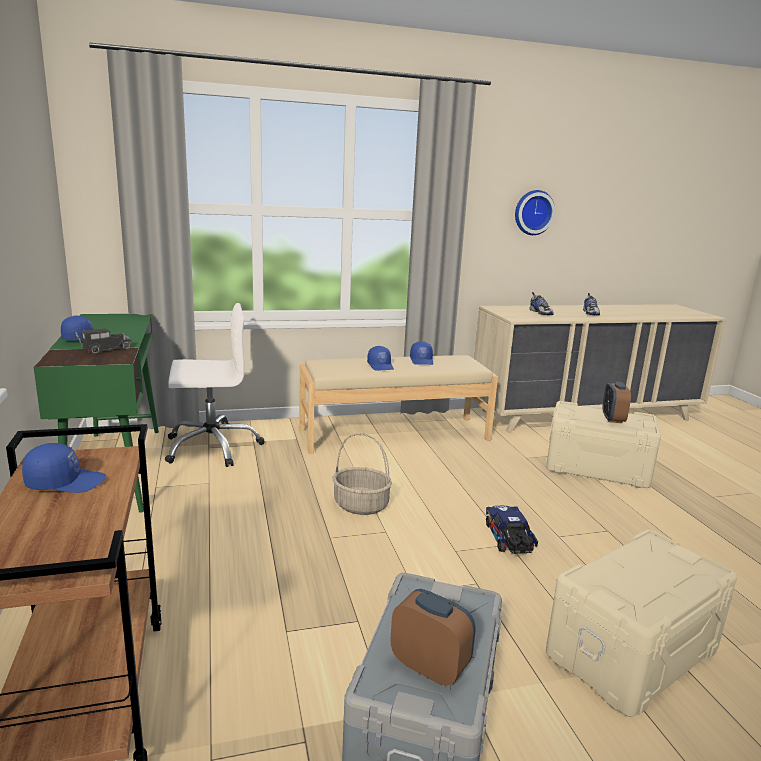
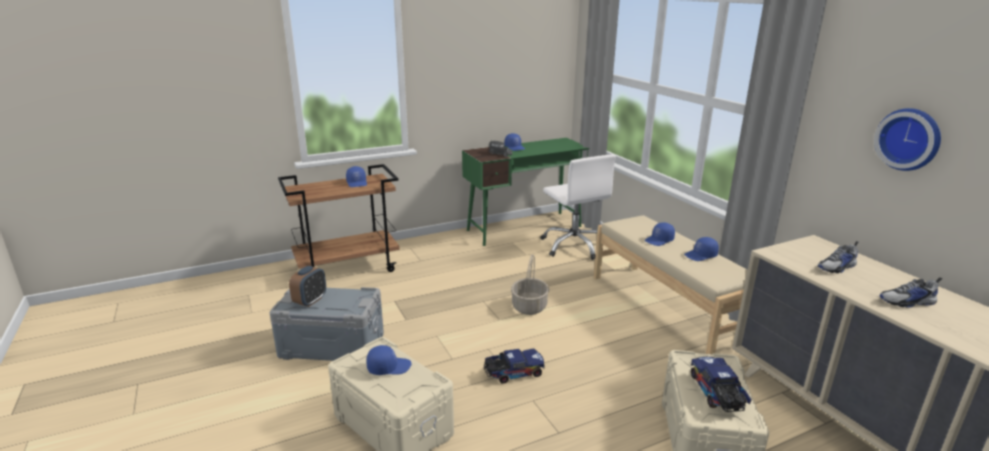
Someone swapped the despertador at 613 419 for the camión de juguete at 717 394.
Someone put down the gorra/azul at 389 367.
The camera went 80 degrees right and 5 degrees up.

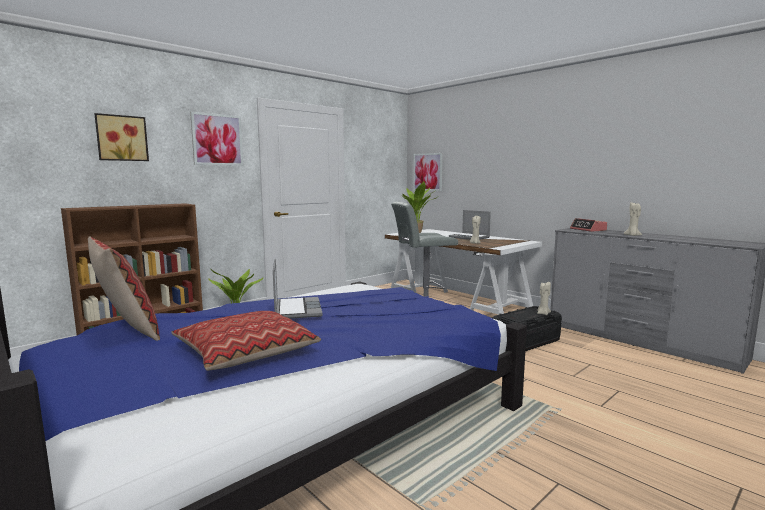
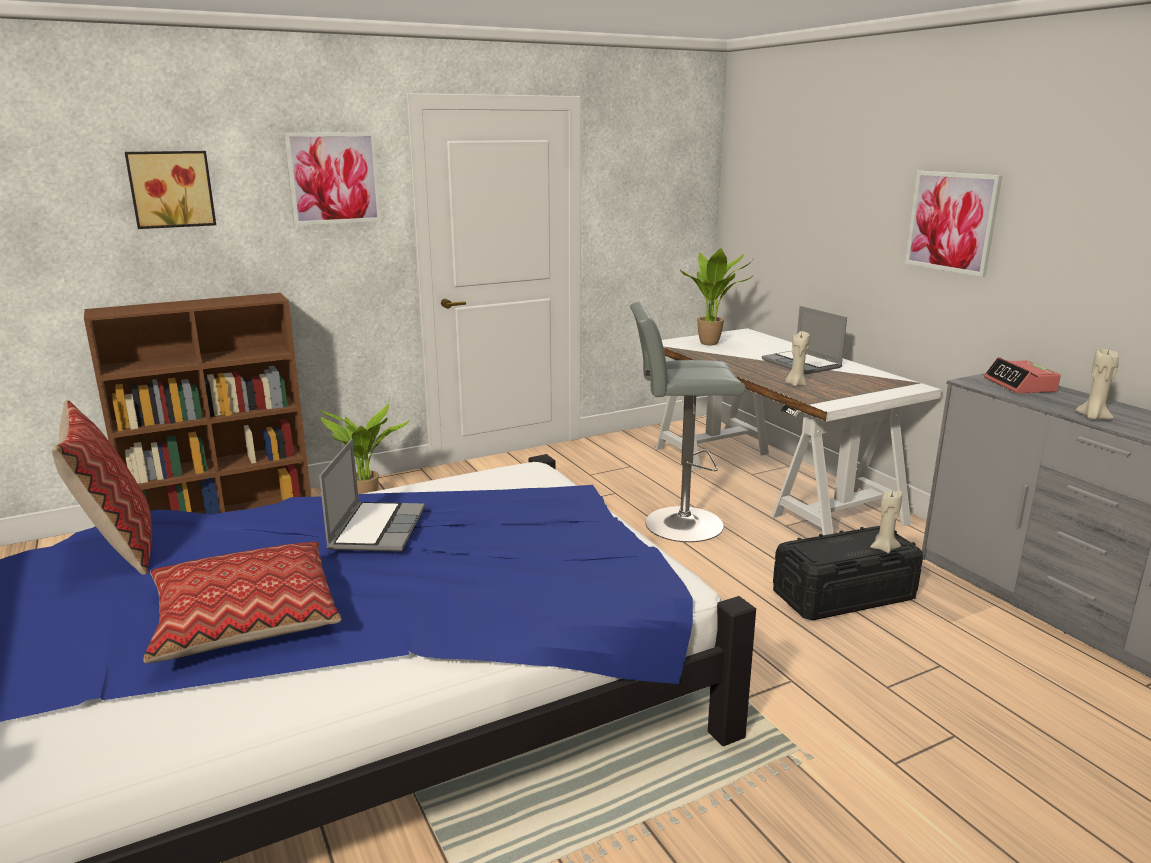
Someone carried the cuadro from 428 172 to 952 222.
The camera went 15 degrees right and 10 degrees up.

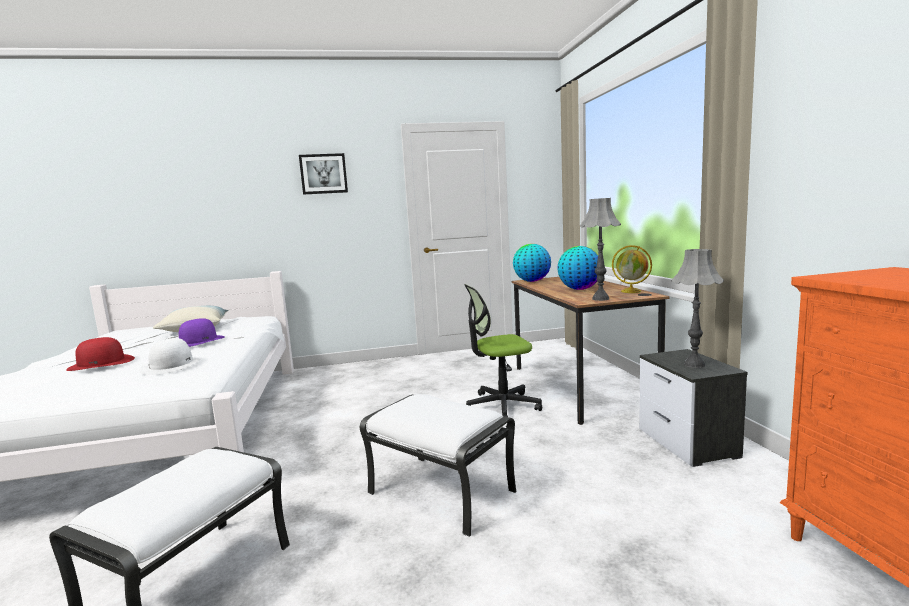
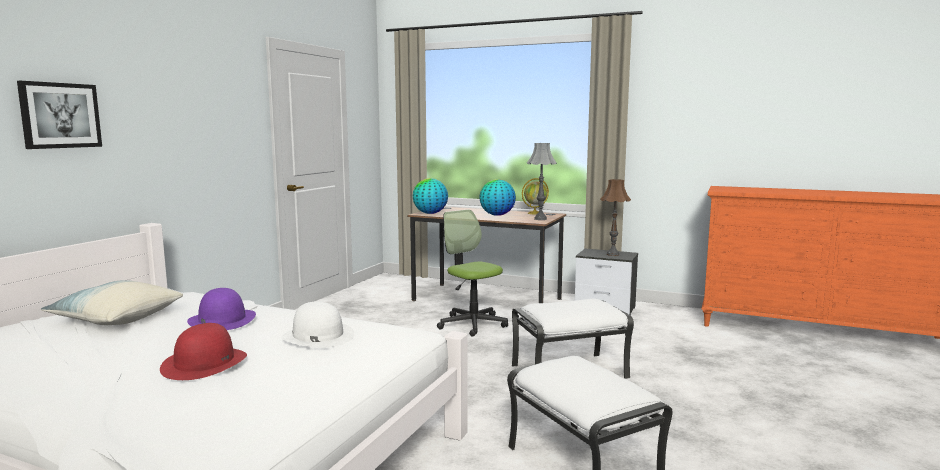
Someone carried the cuadro from 323 174 to 60 115.
Someone repainted the lámpara de mesa/gris at 694 365, which became the lámpara de mesa/marrón at 613 254.
Someone rotated the silla de oficina at 501 406 by 120 degrees clockwise.
The camera went 55 degrees left and 0 degrees up.

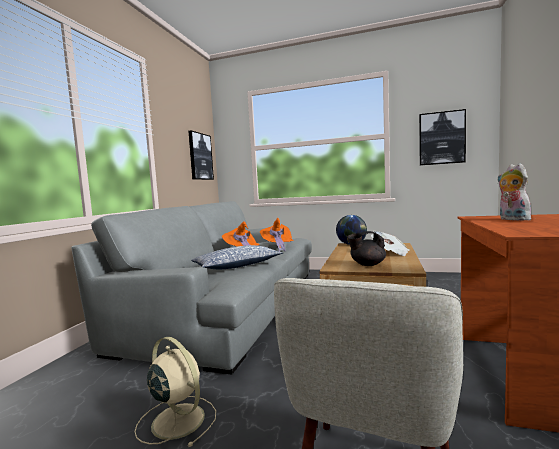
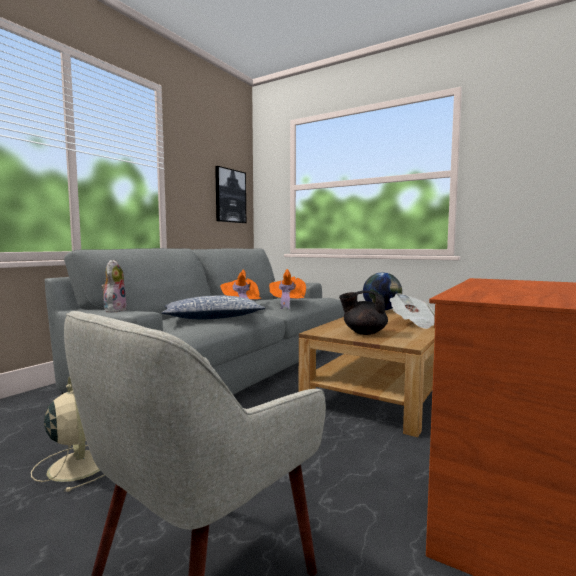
Someone took away the cuadro at 441 138.
Someone carried the peluche from 512 219 to 114 310.
The camera went 15 degrees right and 0 degrees up.

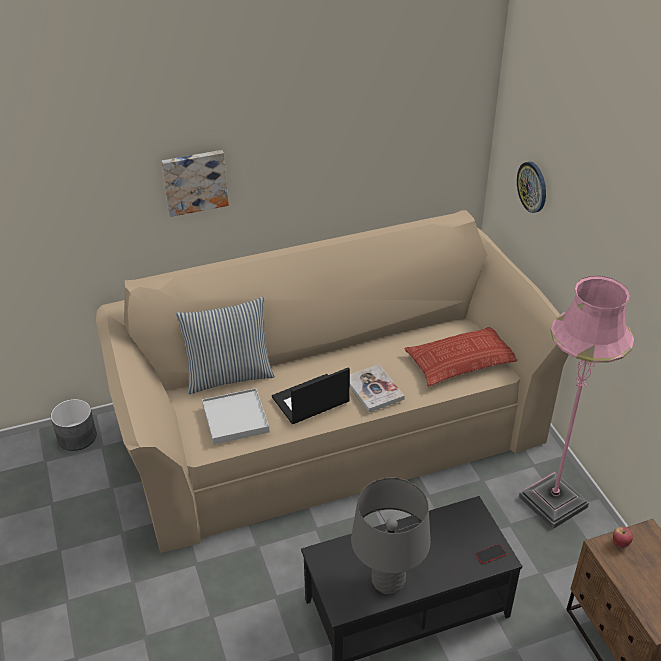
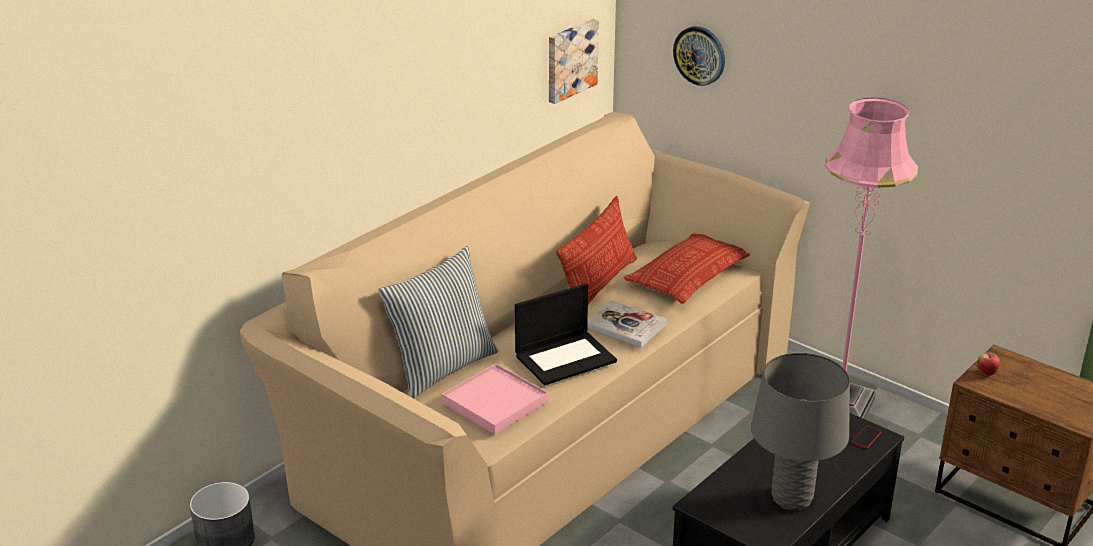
Someone carried the cuadro from 195 181 to 570 60.
Someone rotated the portátil at 310 400 by 150 degrees counterclockwise.
Someone repainted the bandeja/blanco at 235 418, which became the bandeja/rosa at 495 402.
Someone put down the cojín at 598 285.
The camera went 30 degrees left and 10 degrees down.

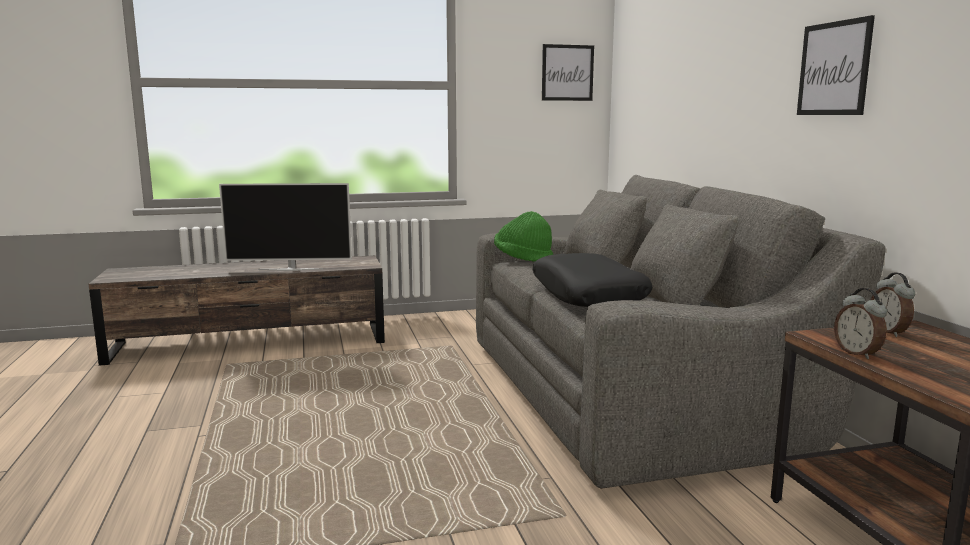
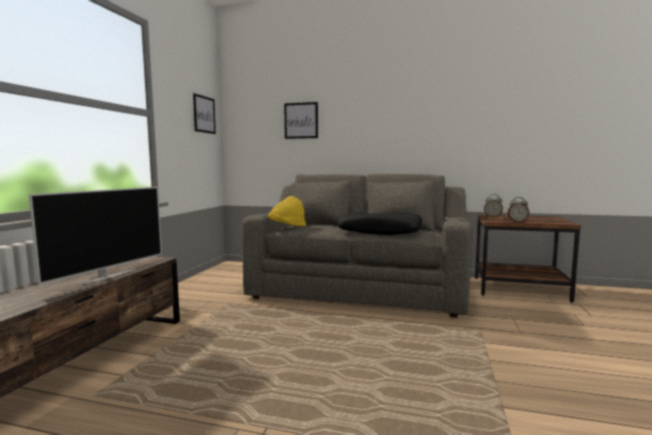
Someone carried the cuadro from 834 68 to 301 120.
Someone repainted the sombrero/verde at 523 258, which became the sombrero/amarillo at 287 227.
The camera went 60 degrees left and 5 degrees down.

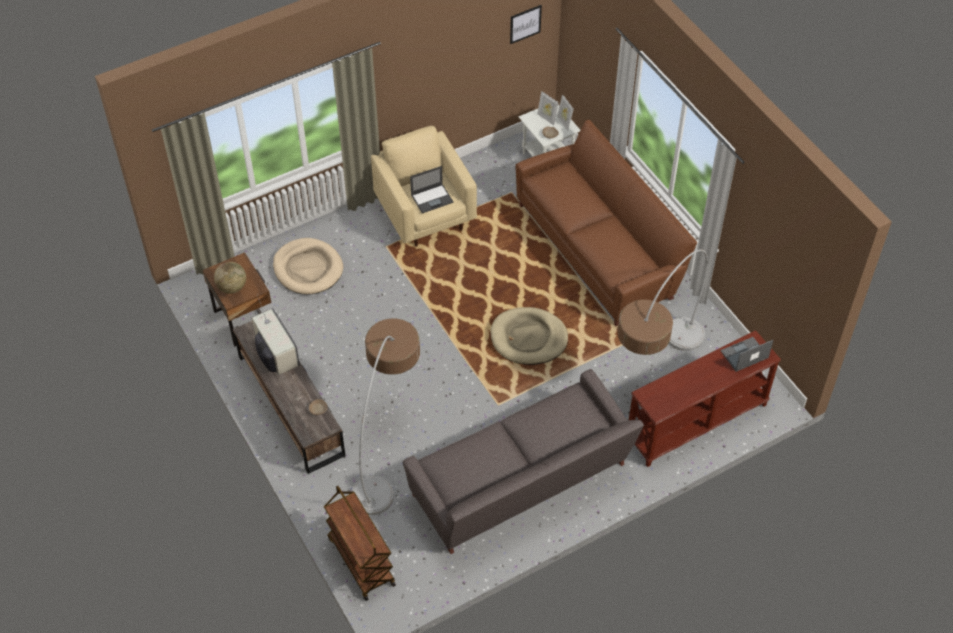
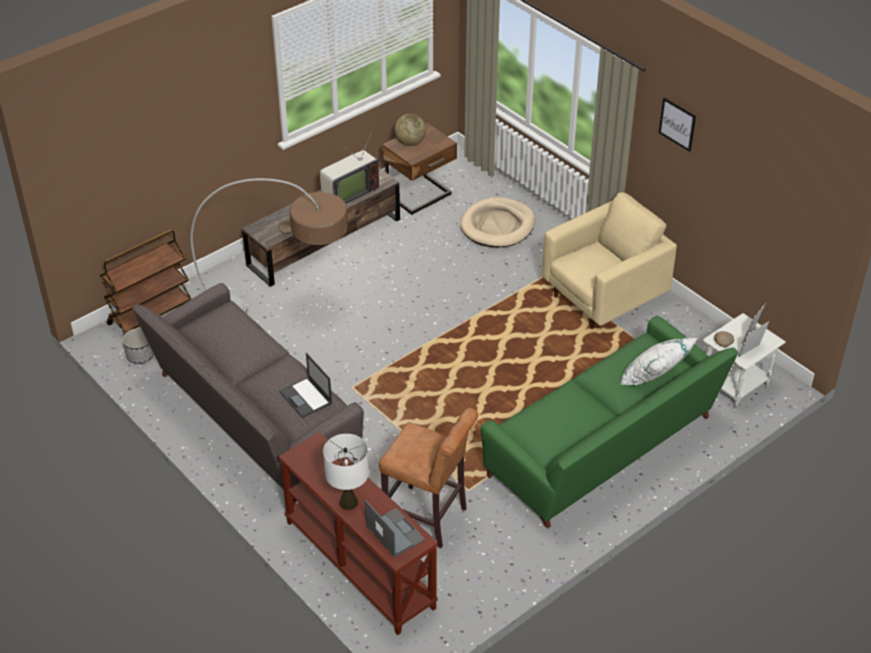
Someone carried the cuadro from 525 24 to 677 124.
Someone repainted the sofá/marrón at 599 249, which became the sofá/verde at 604 449.
Someone carried the portátil from 432 198 to 306 398.
Someone swapped the lámpara de pie at 655 370 for the taburete/marrón at 429 519.
Someone took away the cama para perro/beis at 528 338.
Someone put down the maceta at 140 355.
Someone put down the cojín/blanco at 654 379.
Someone put down the lámpara de mesa/blanco at 348 502.
The camera went 80 degrees right and 10 degrees down.

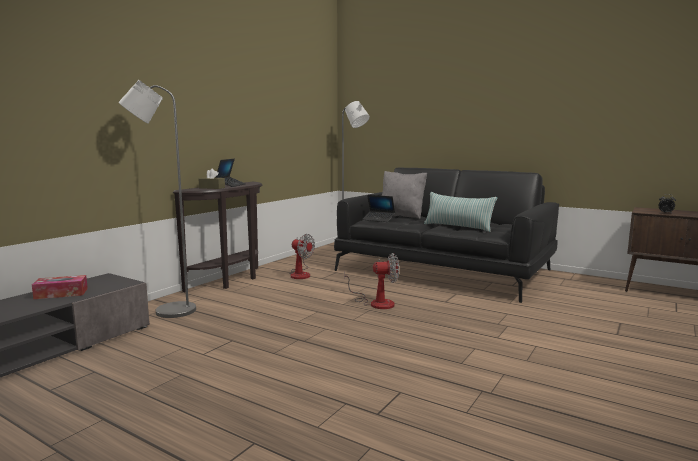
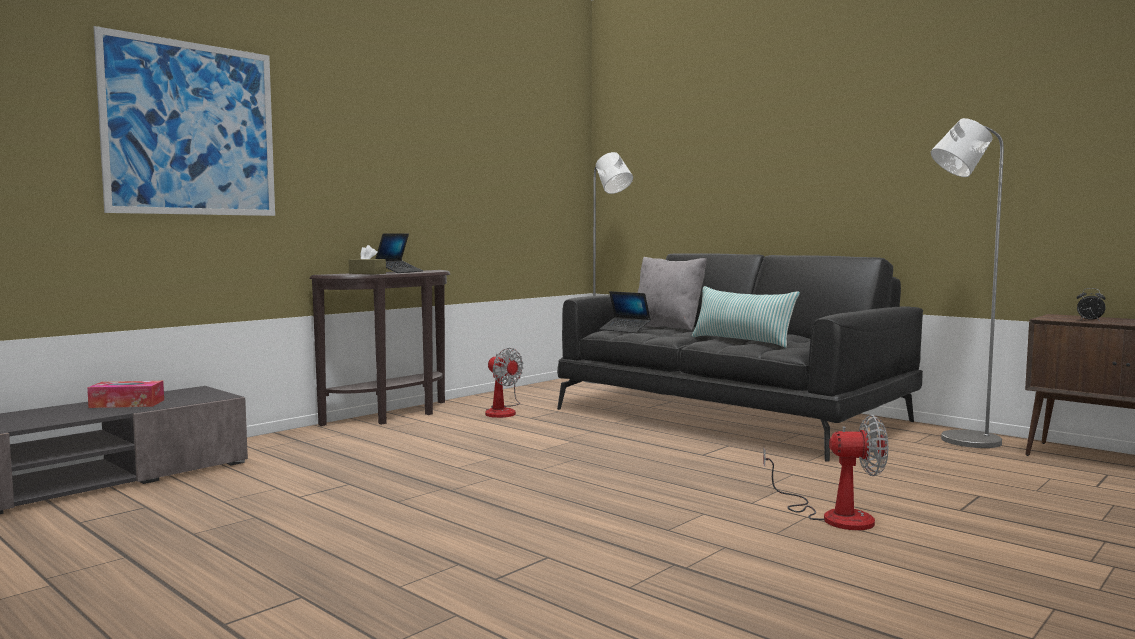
Someone carried the lámpara de pie/gris from 167 311 to 960 441.
Someone carried the ventilador from 376 302 to 833 516.
Someone put up the cuadro at 191 129.
The camera went 10 degrees right and 5 degrees down.

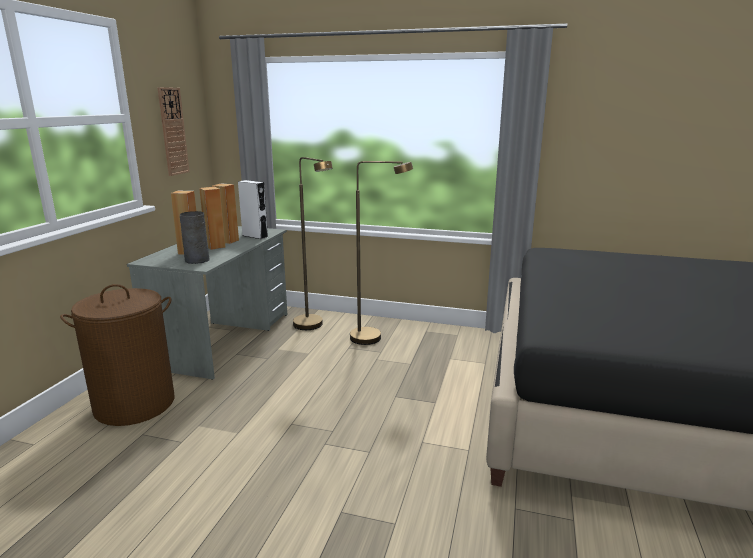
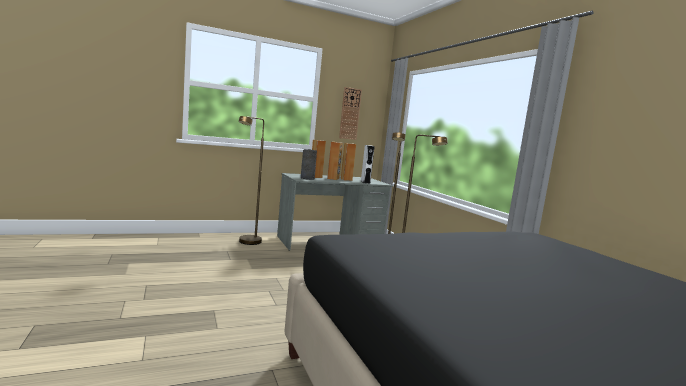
Someone swapped the cesto de la ropa/marrón at 135 404 for the lámpara de pie/marrón at 247 243.
The camera went 50 degrees right and 10 degrees down.

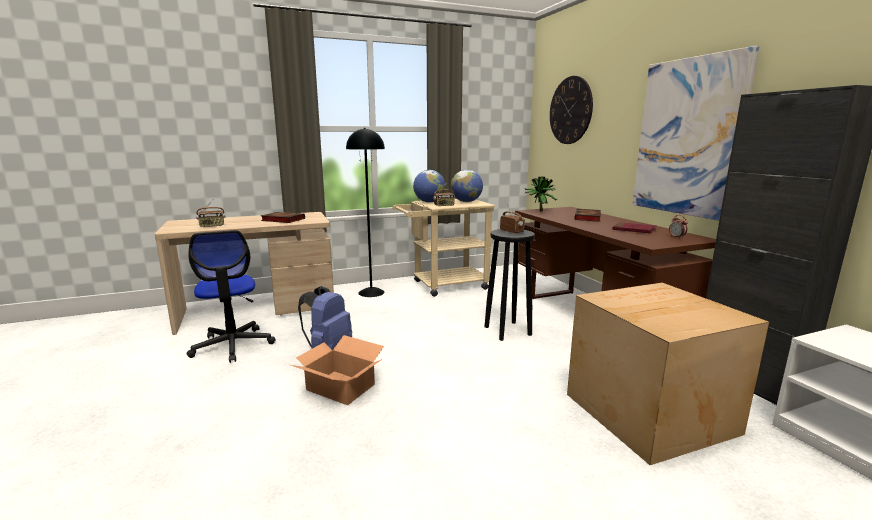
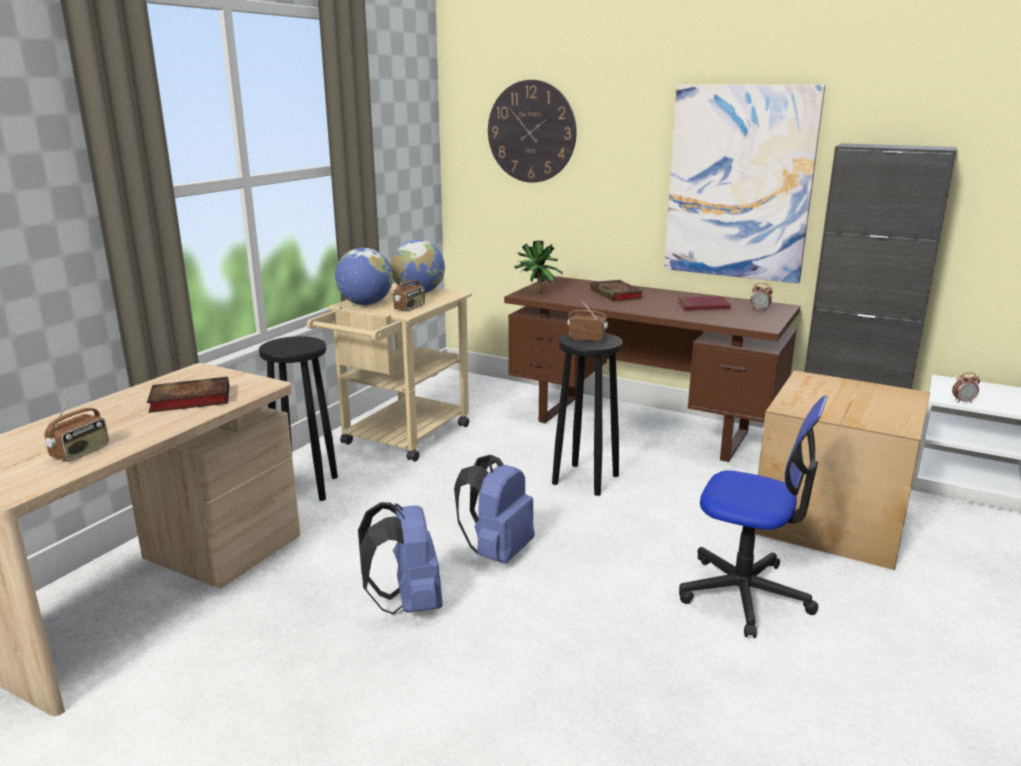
Someone swapped the lámpara de pie/negro at 371 292 for the taburete/negro at 306 487.
Someone carried the silla de oficina from 233 345 to 744 594.
Someone took away the caja de cartón at 340 387.
Someone put down the despertador at 963 401.
Someone put down the mochila/azul at 497 552.
The camera went 40 degrees left and 5 degrees up.

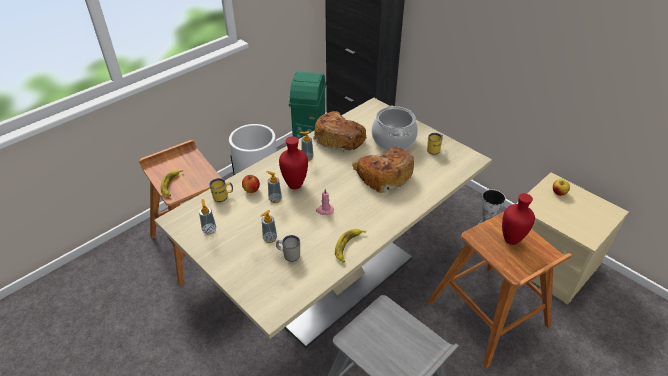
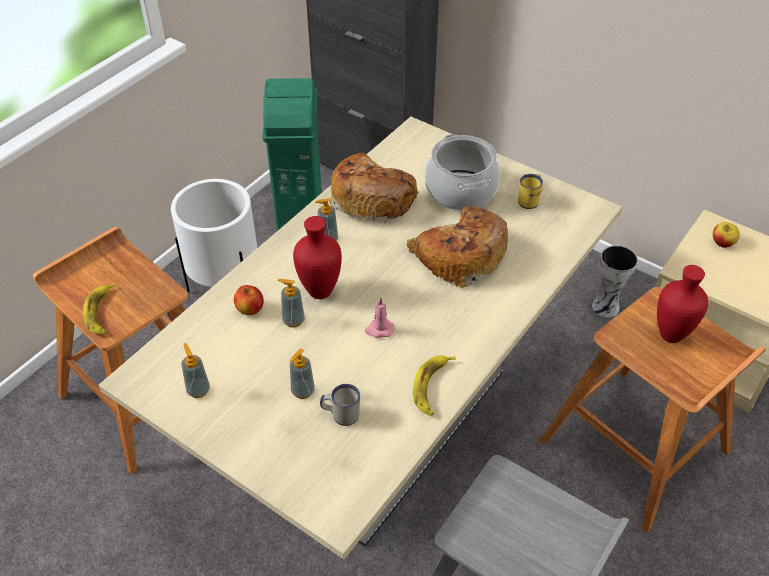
Someone took away the taza grande/amarillo at 223 197.
The camera went 10 degrees left and 5 degrees up.

